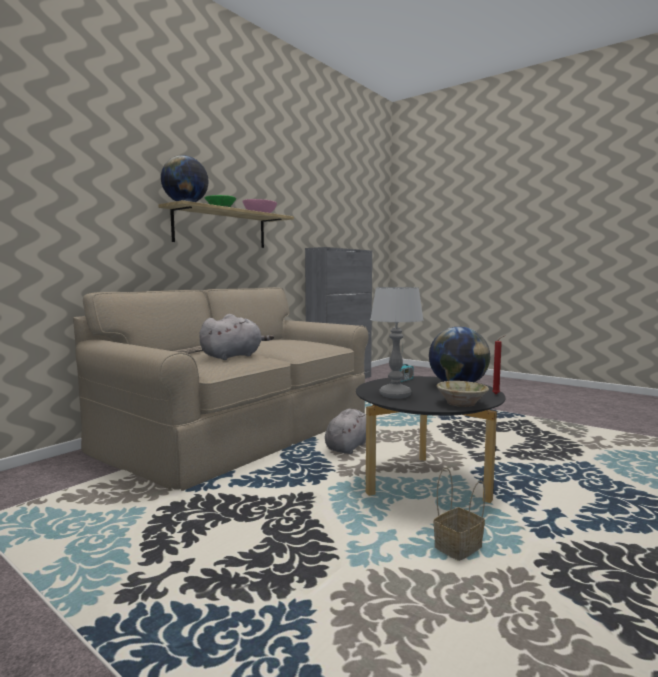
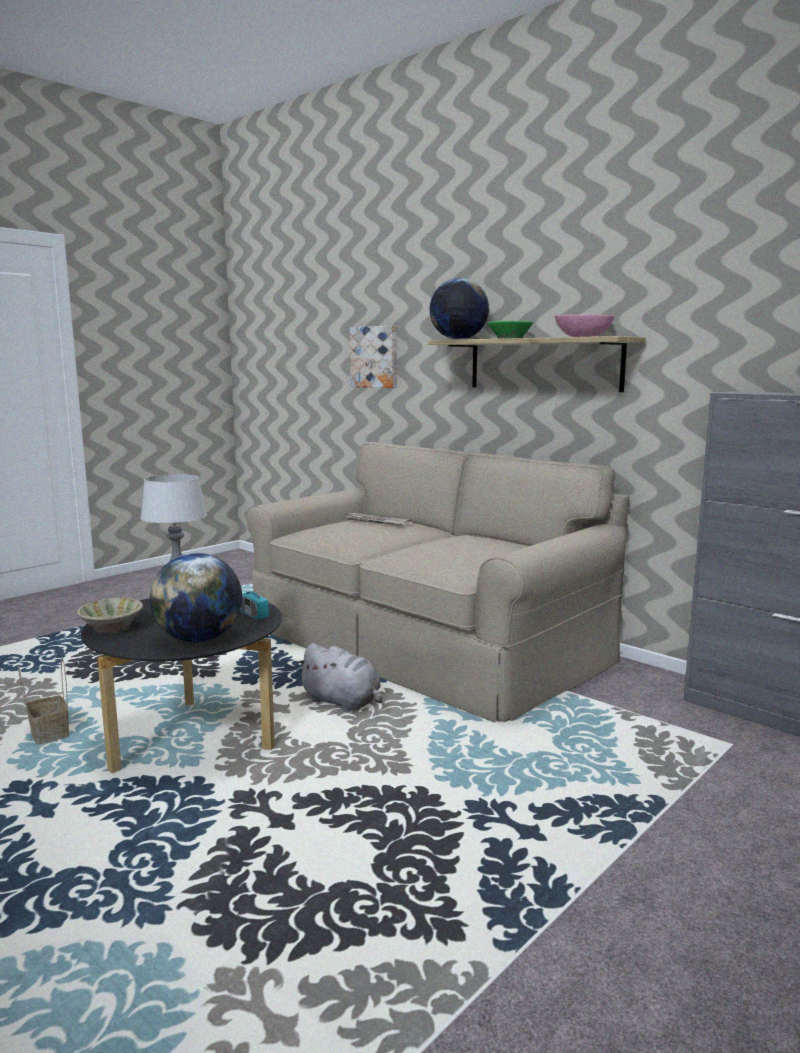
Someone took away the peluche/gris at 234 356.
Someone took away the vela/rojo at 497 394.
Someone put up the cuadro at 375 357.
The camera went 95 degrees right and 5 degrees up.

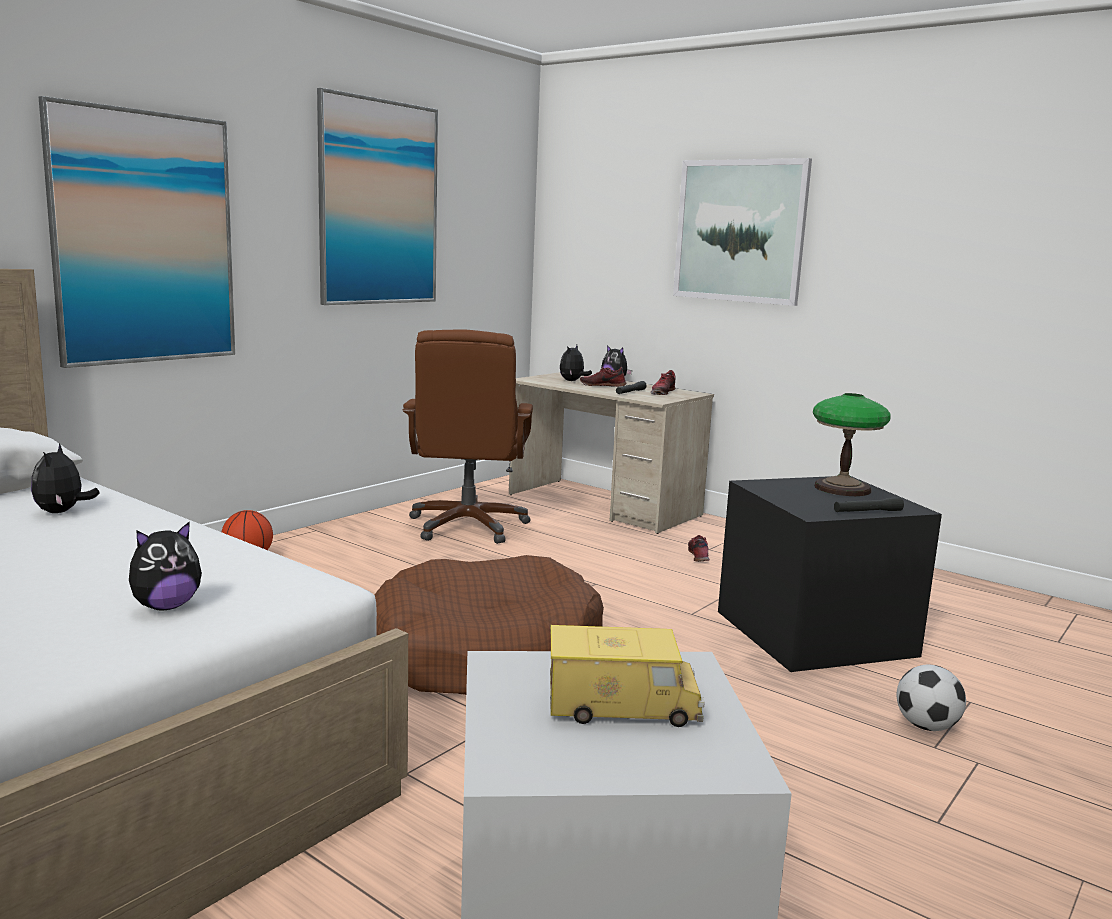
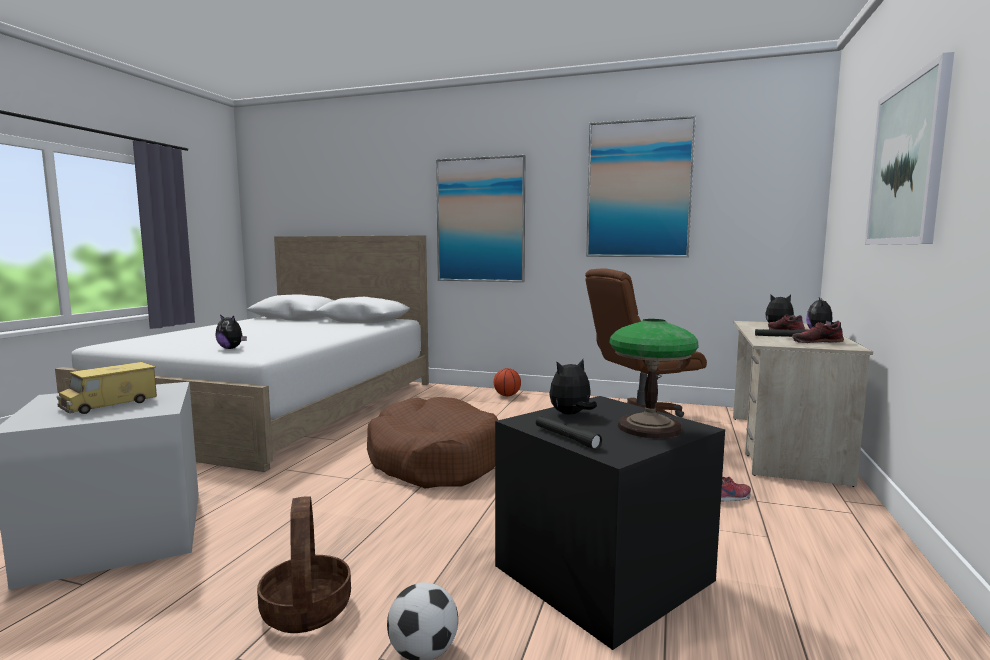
Someone carried the peluche from 62 512 to 571 414.
Someone rotated the camión de juguete at 622 706 by 60 degrees clockwise.
Someone put down the cesta at 305 609.
The camera went 70 degrees right and 5 degrees down.

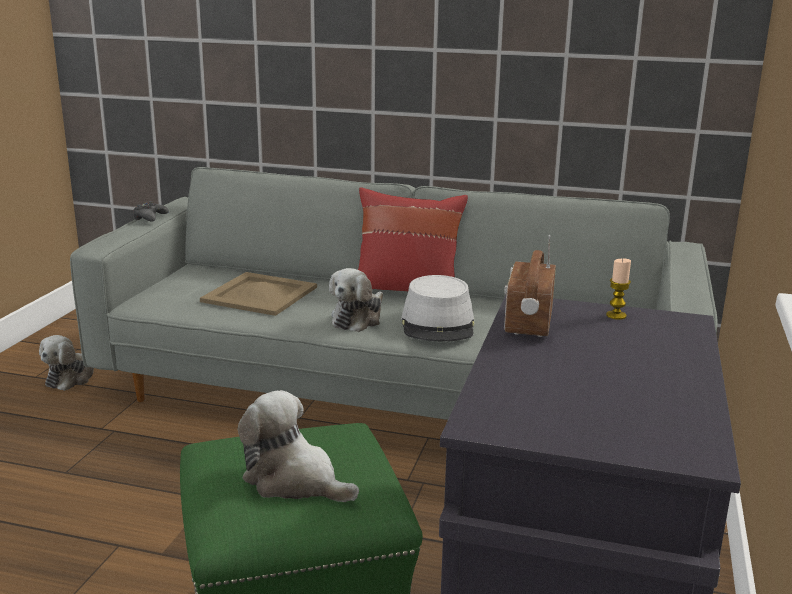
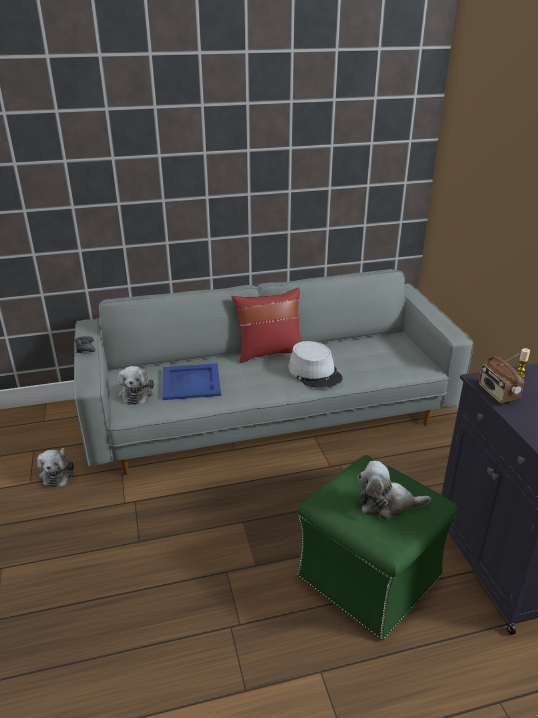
Someone carried the peluche from 358 319 to 136 393.
Someone repainted the bandeja/beis at 259 294, which became the bandeja/azul at 190 381.
The camera went 30 degrees left and 10 degrees up.

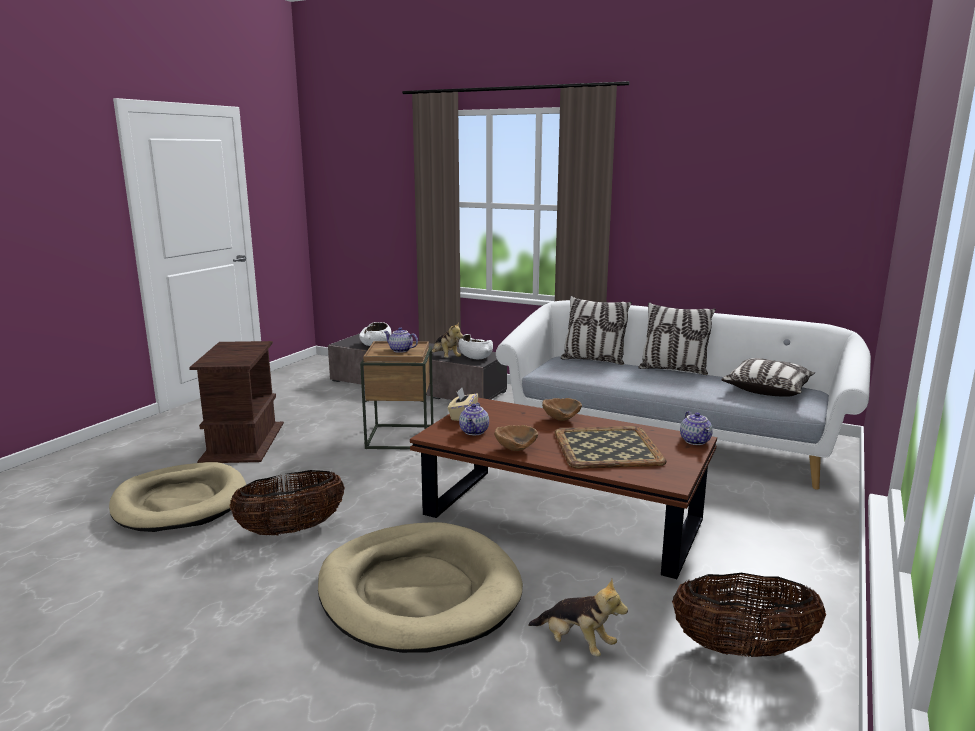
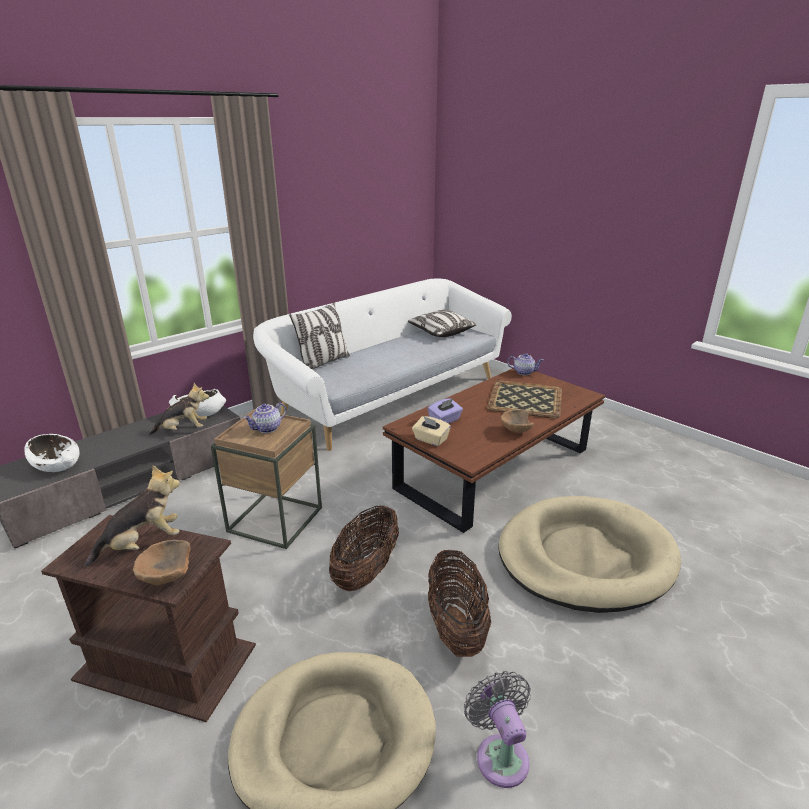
Someone took away the cojín at 673 370.
Someone carried the cuenco/marrón from 561 419 to 165 577.
Someone took away the tetera at 475 432.
Someone carried the cesta from 742 649 to 366 571.
Someone carried the peluche from 576 644 to 143 544.
Someone put down the caja de pañuelos/morado at 445 420.
Someone put down the ventilador/gris at 500 754.
The camera went 70 degrees left and 10 degrees up.

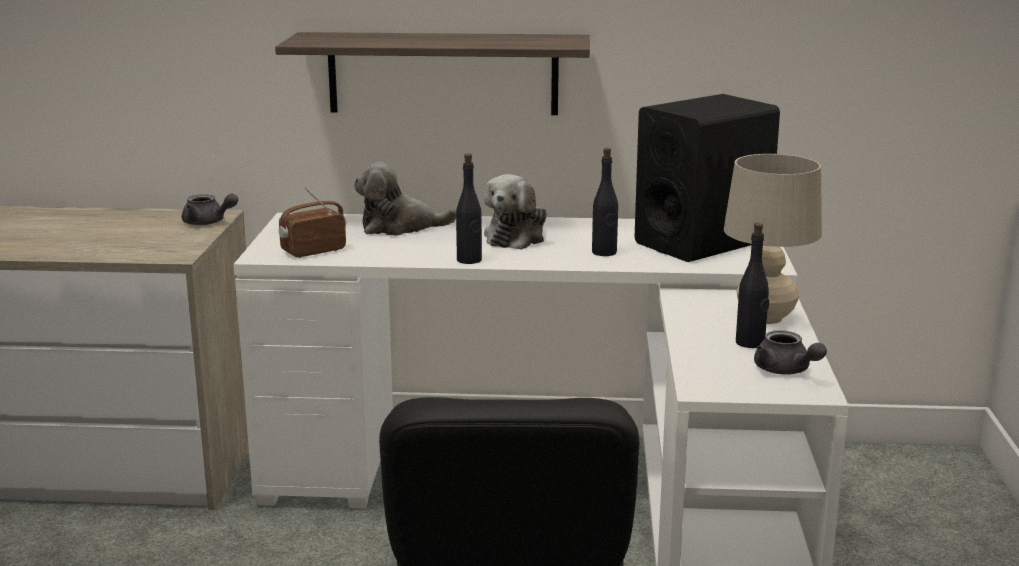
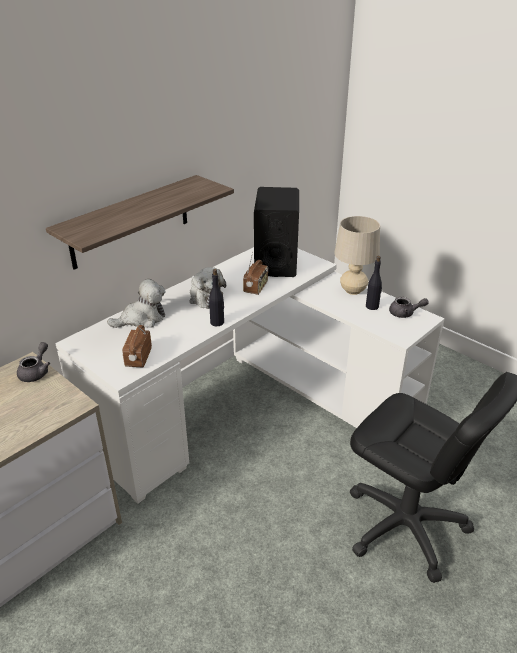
Someone swapped the botella/negro at 604 252 for the radio at 256 288.
Someone rotated the peluche at 400 227 by 150 degrees counterclockwise.
Someone rotated the tetera/gris at 208 223 by 45 degrees counterclockwise.
The camera went 50 degrees left and 15 degrees up.

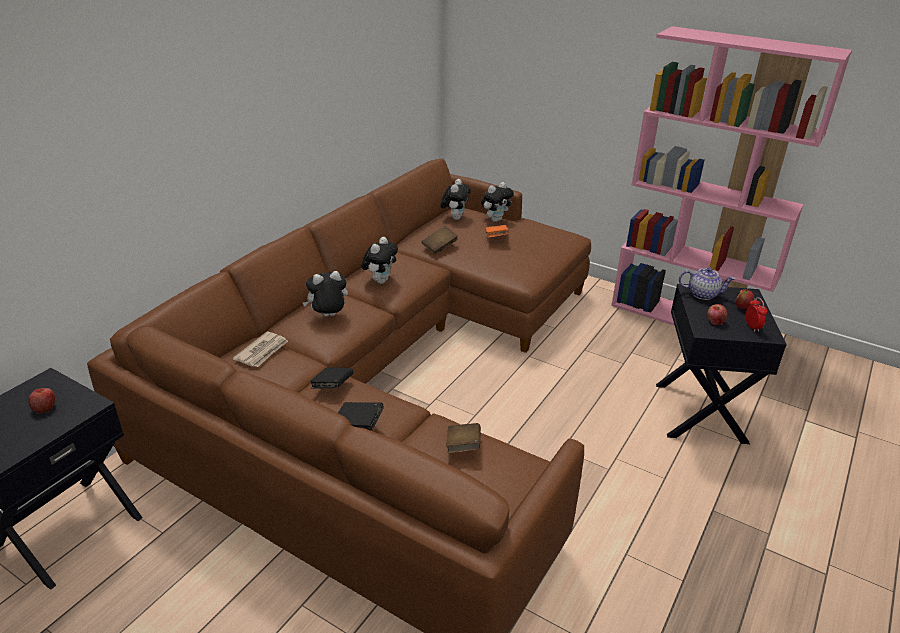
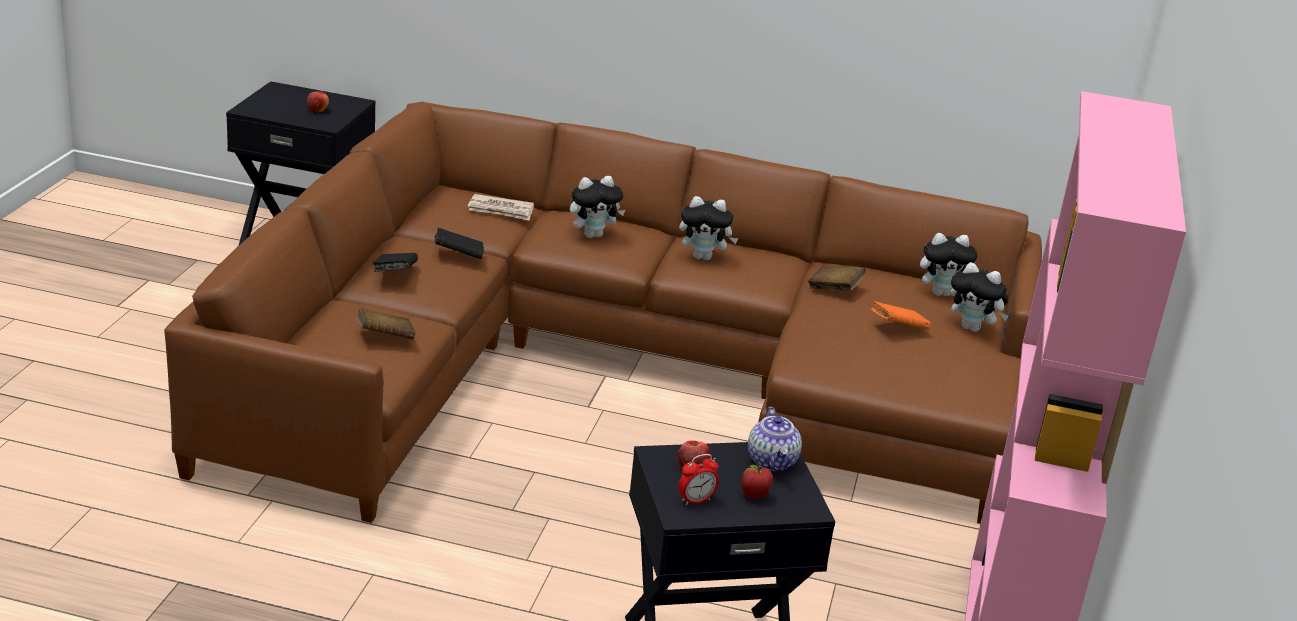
Someone rotated the peluche at 328 317 by 105 degrees clockwise.
The camera went 70 degrees right and 5 degrees down.

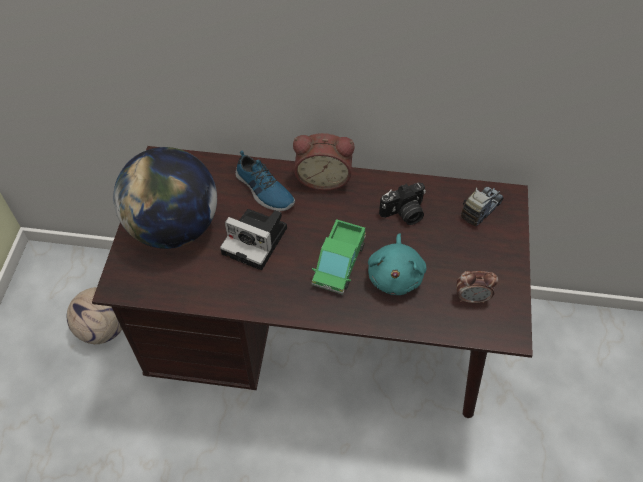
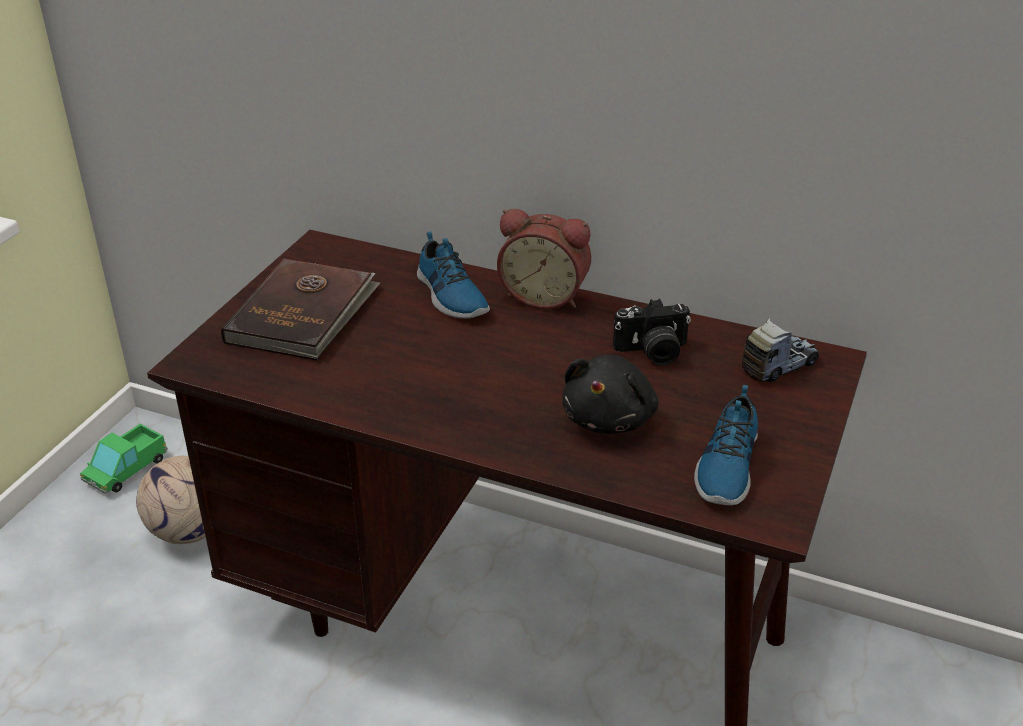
Someone swapped the globo terráqueo at 174 227 for the libro/marrón at 304 314.
Someone took away the cámara at 257 241.
Someone carried the camión de juguete from 339 263 to 126 469.
Someone repainted the peluche/turquesa at 395 275, which became the peluche/negro at 610 418.
Someone swapped the despertador at 472 298 for the zapato at 725 466.
The camera went 15 degrees right and 20 degrees down.

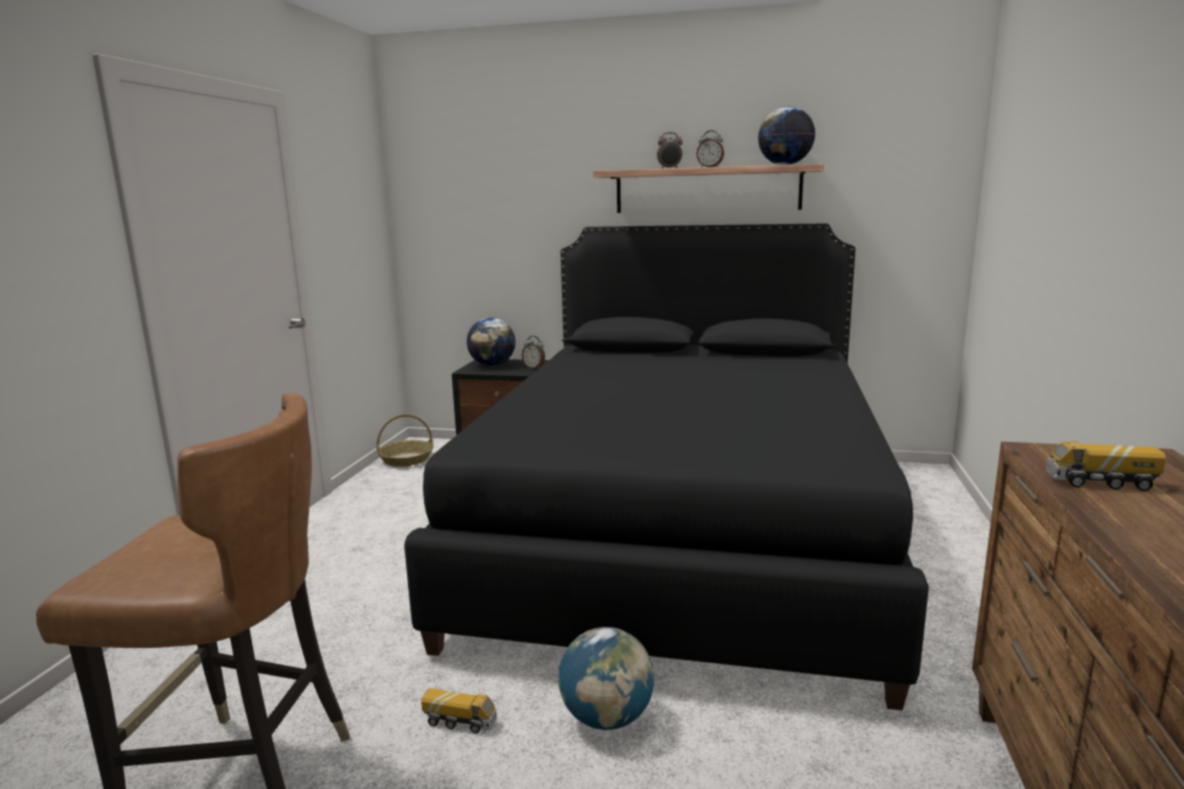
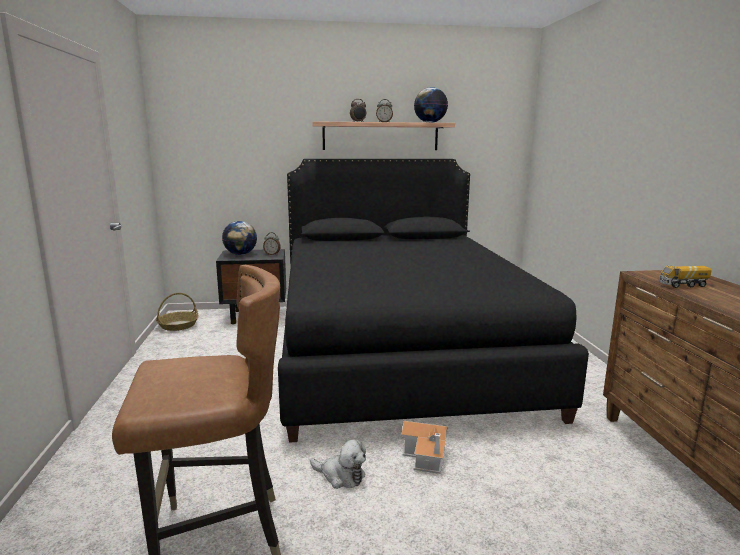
Someone swapped the globo terráqueo at 607 718 for the casita at 426 456.
Someone swapped the camión de juguete at 460 722 for the peluche at 341 476.
The camera went 20 degrees left and 0 degrees up.

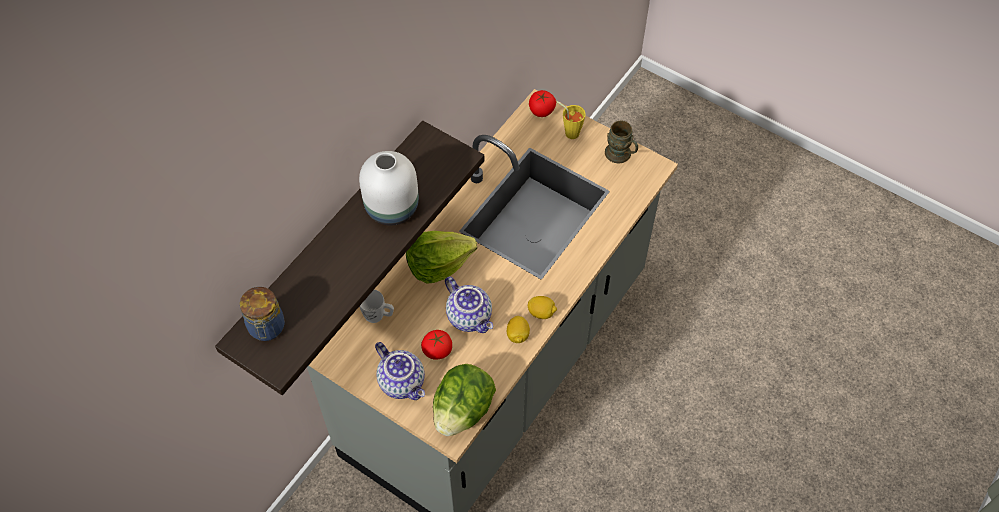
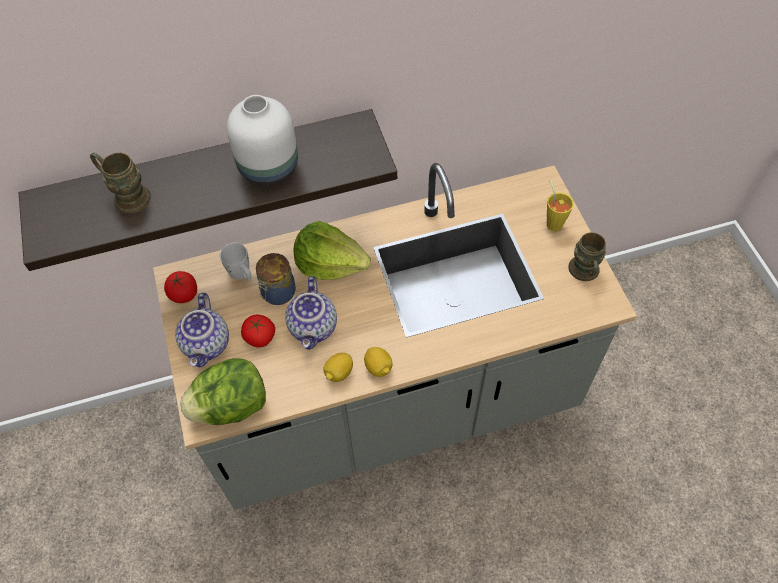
Someone carried the tomate from 541 111 to 184 294.
Someone carried the tarro from 266 328 to 277 293.
Someone put down the taza grande/marrón at 126 196.
The camera went 40 degrees right and 0 degrees up.

